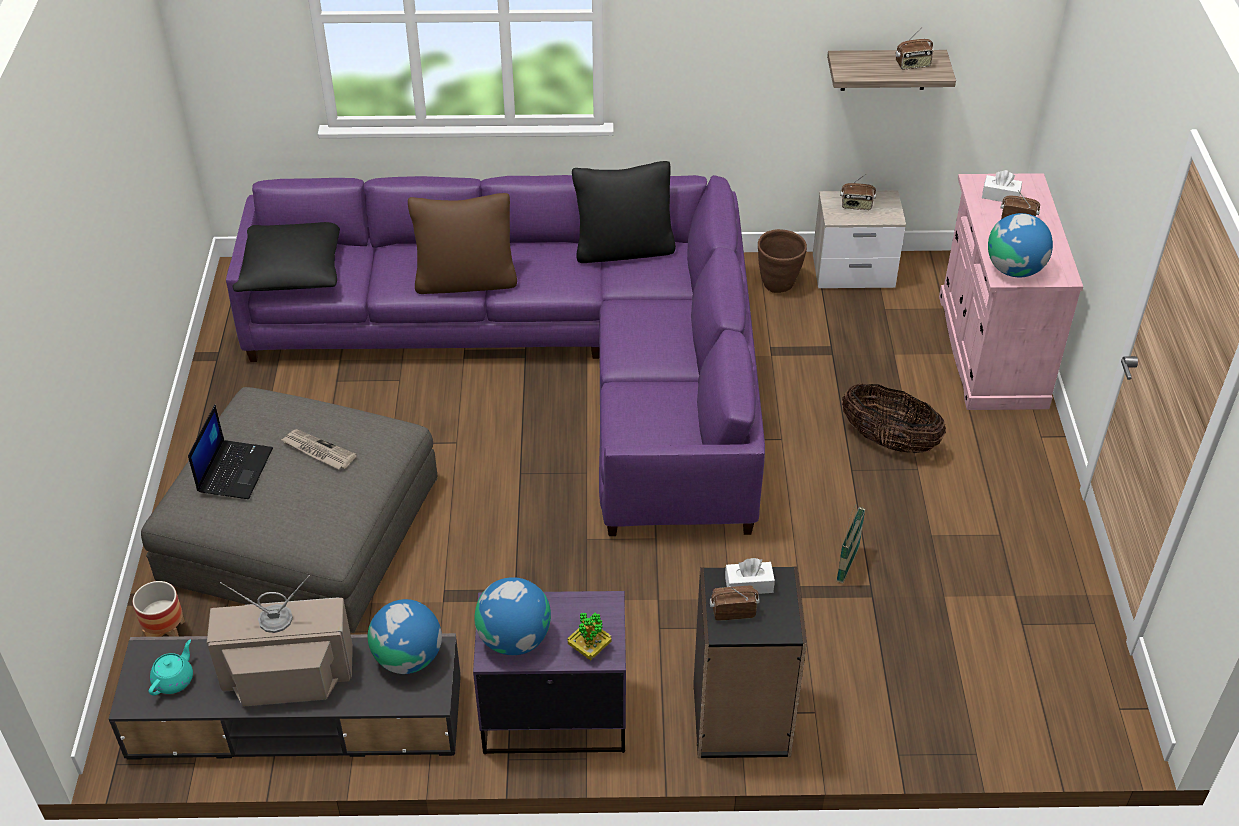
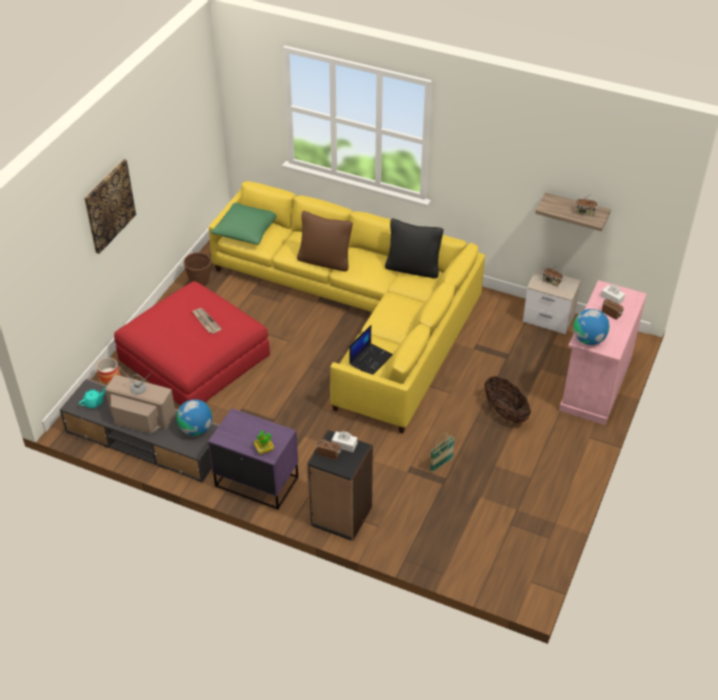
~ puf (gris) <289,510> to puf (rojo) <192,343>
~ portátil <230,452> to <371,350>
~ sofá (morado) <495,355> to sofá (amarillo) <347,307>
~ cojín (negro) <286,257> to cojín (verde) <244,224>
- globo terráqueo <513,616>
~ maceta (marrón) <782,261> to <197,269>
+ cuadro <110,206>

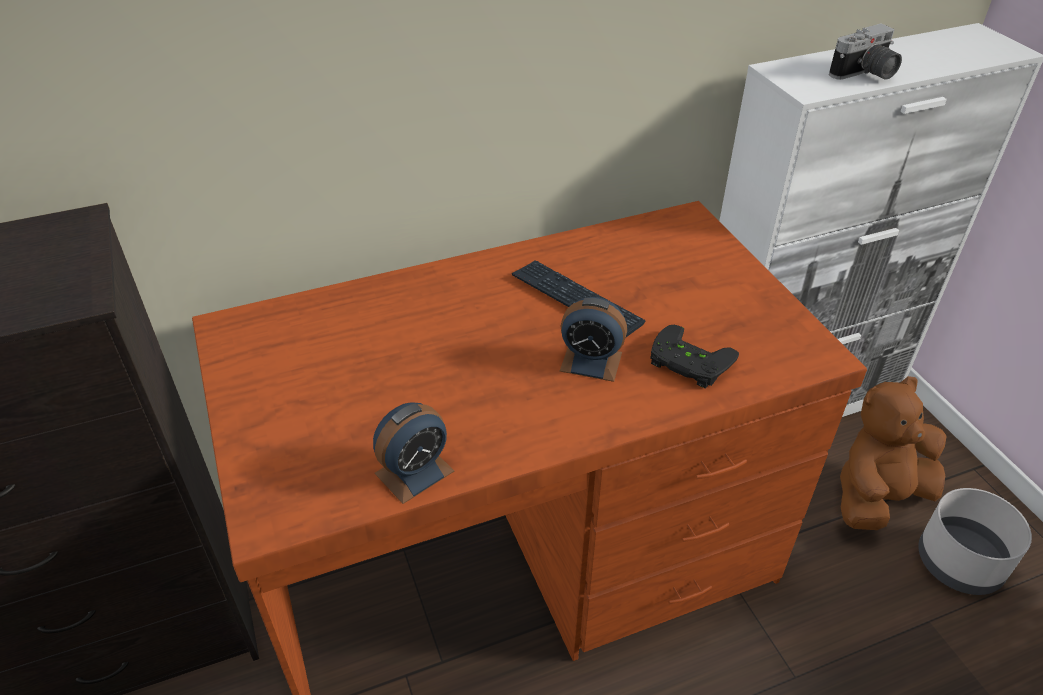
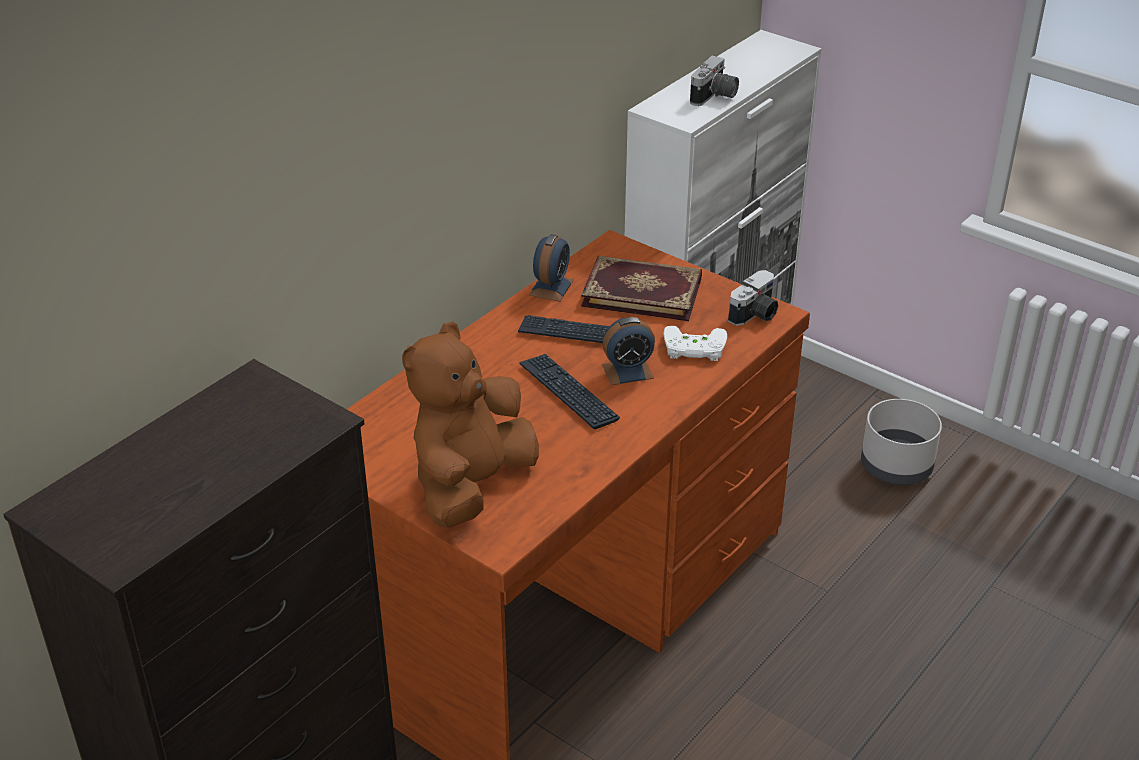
~ despertador <413,453> to <551,268>
~ mando de consola (negro) <694,357> to mando de consola (blanco) <695,343>
~ peluche (marrón) <893,453> to <470,425>
+ teclado <569,391>
+ libro <641,288>
+ cámara <753,298>

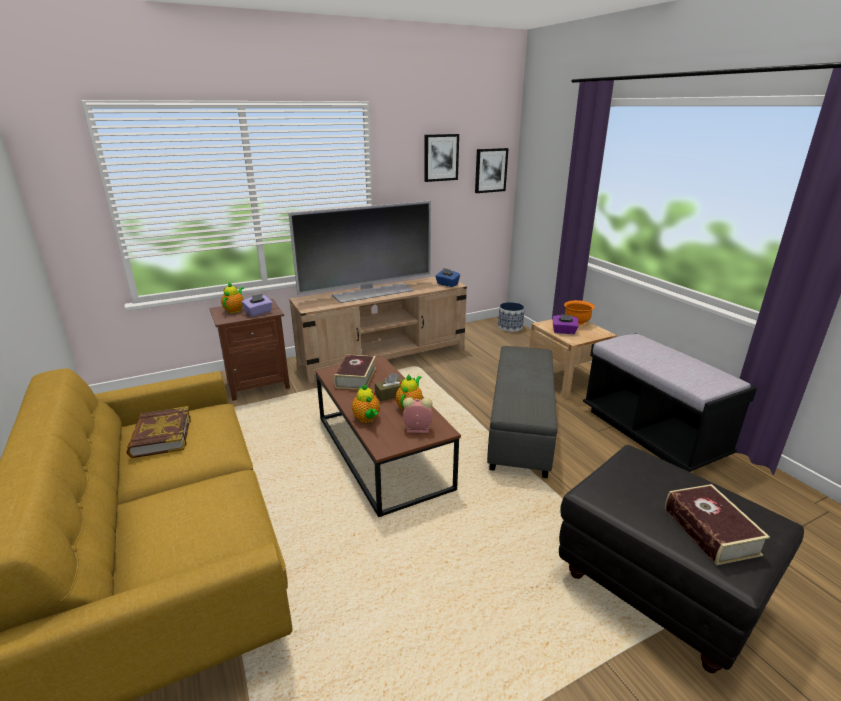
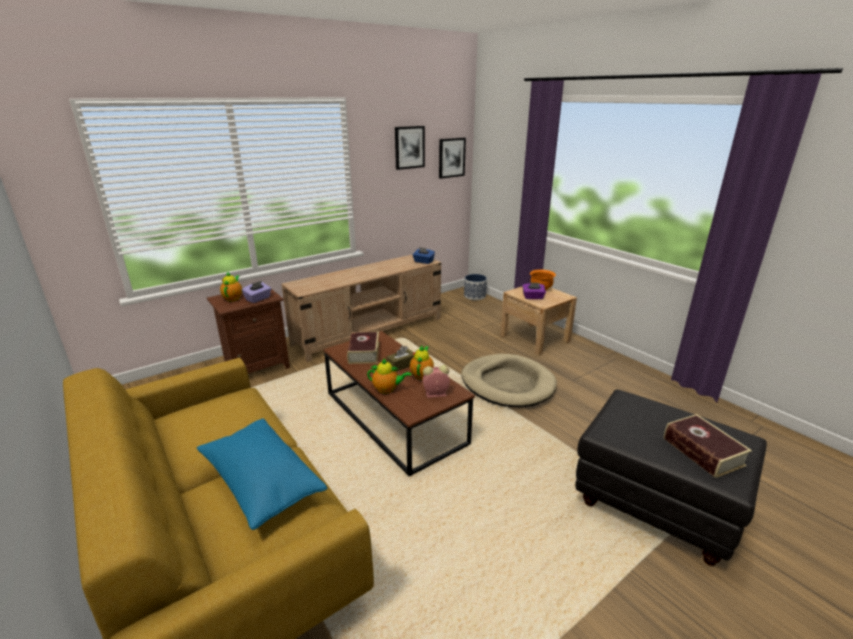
- libro <158,432>
- televisor <359,252>
~ tetera <366,403> = <389,376> 45 degrees counterclockwise
~ puf (gris) <522,412> to cama para perro (beis) <509,380>
- banco (negro) <670,402>
+ cojín (azul) <262,474>

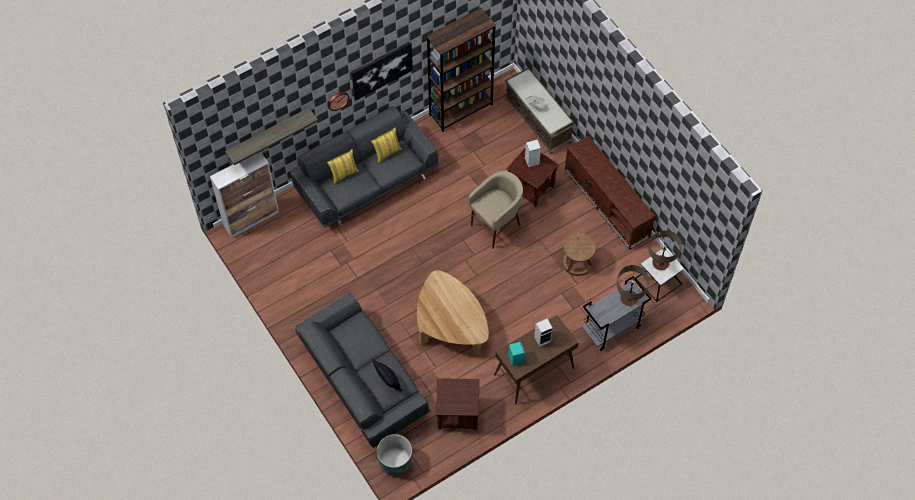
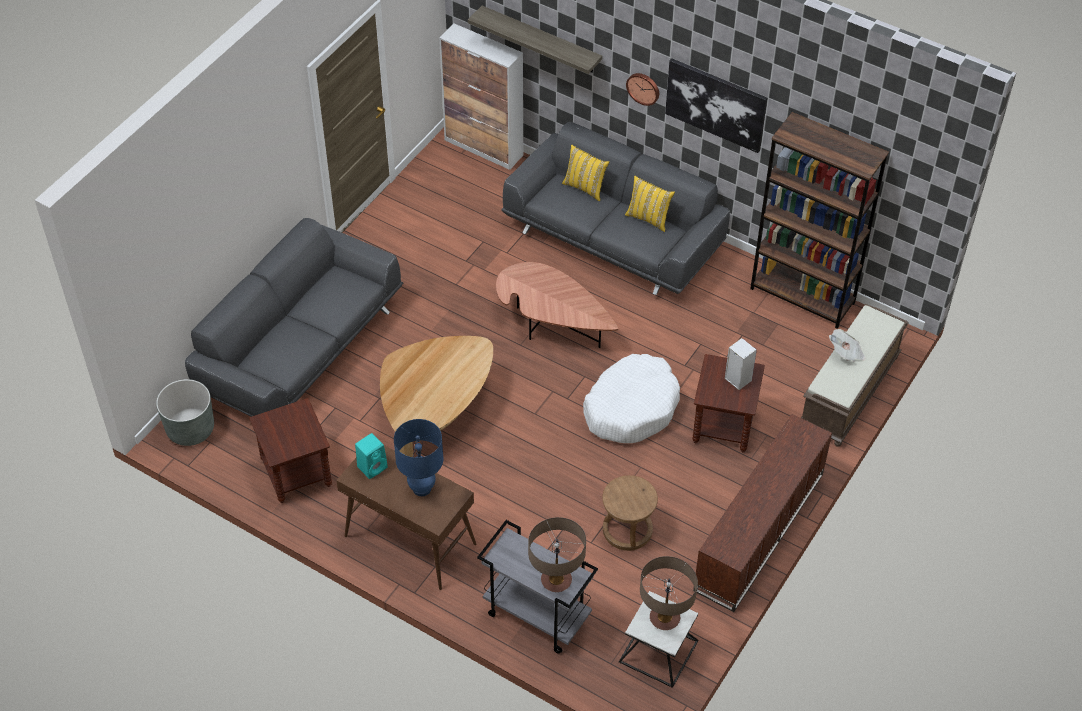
- cojín <387,375>
~ taburete (beis) <495,209> to cama para perro (blanco) <631,398>
~ altavoz <543,332> to lámpara de mesa (azul) <419,457>
+ mesa de centro (marrón) <557,305>

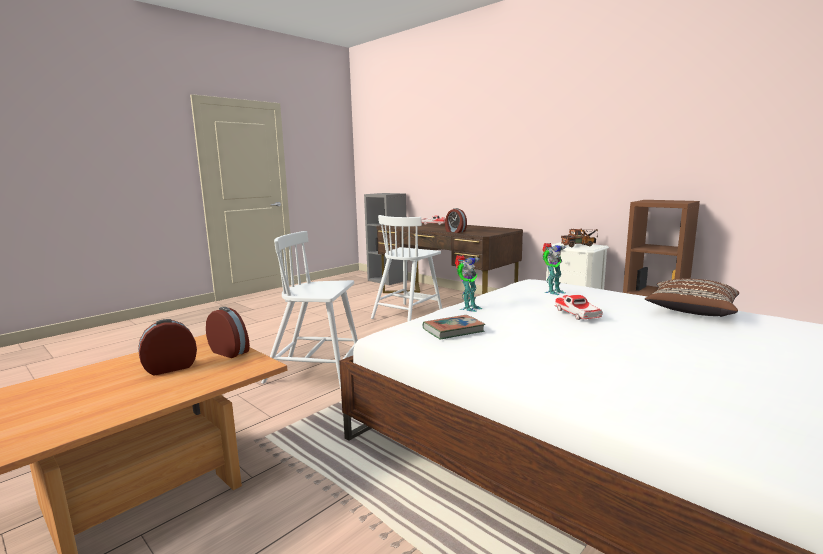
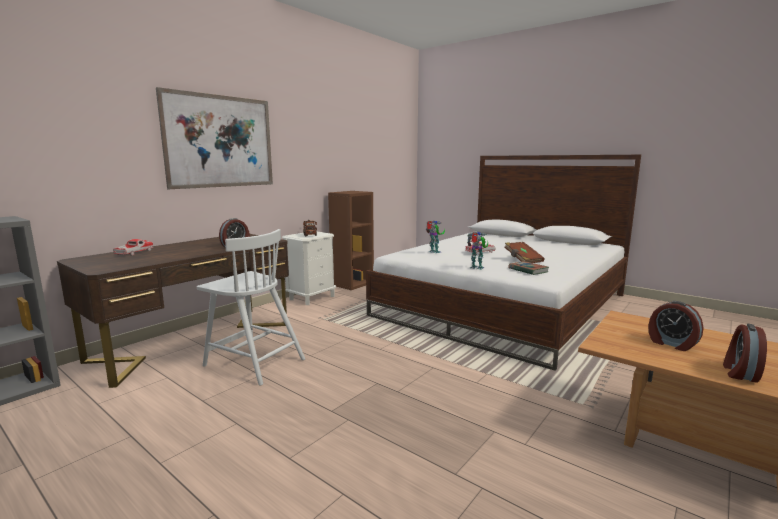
~ despertador <228,332> to <745,353>
- silla (blanco) <309,310>
- cojín (marrón) <692,298>
+ cuadro <214,138>
+ libro (marrón) <524,252>

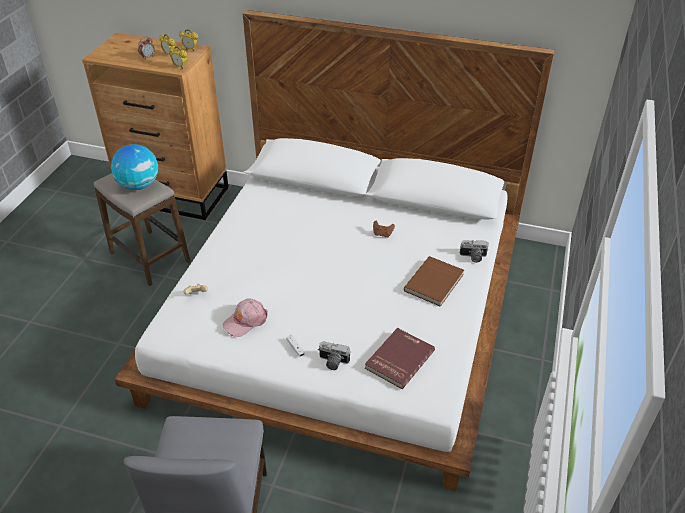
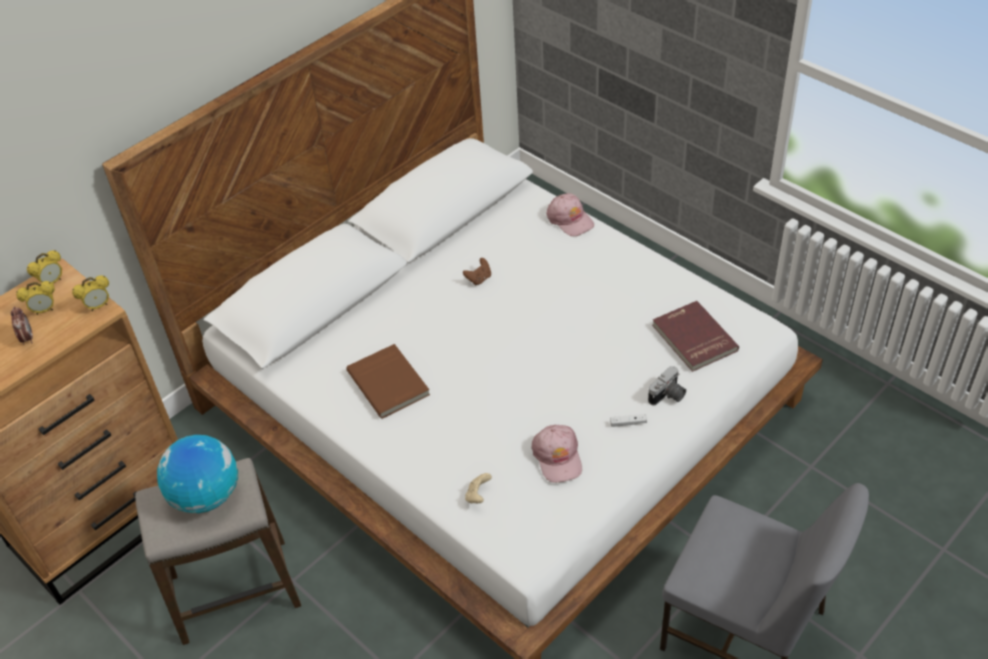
~ libro (marrón) <434,281> to <388,381>
~ cámara <474,251> to gorra (rosa) <570,215>

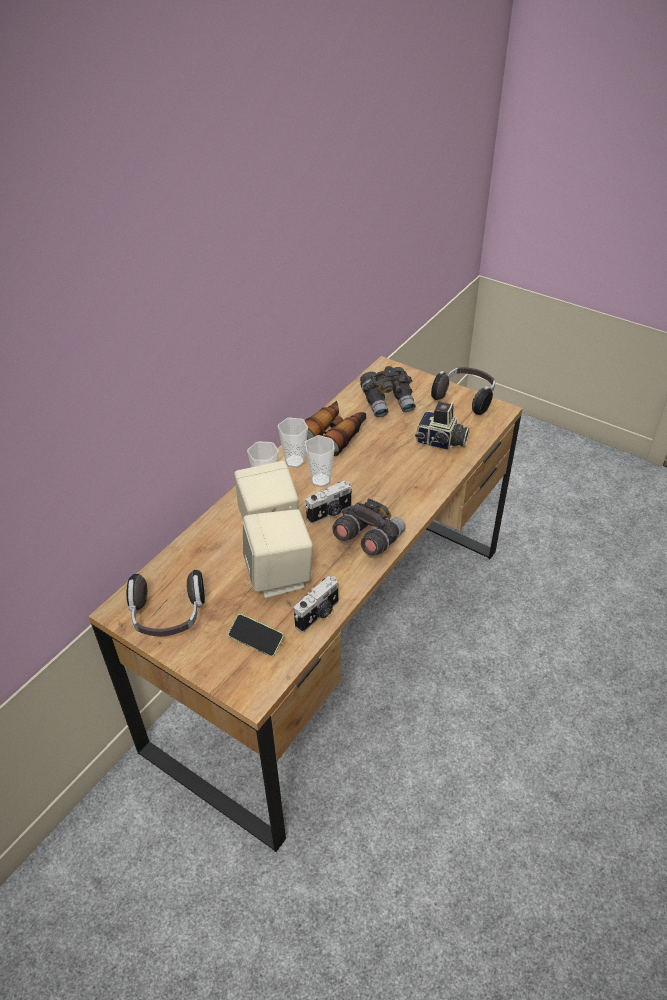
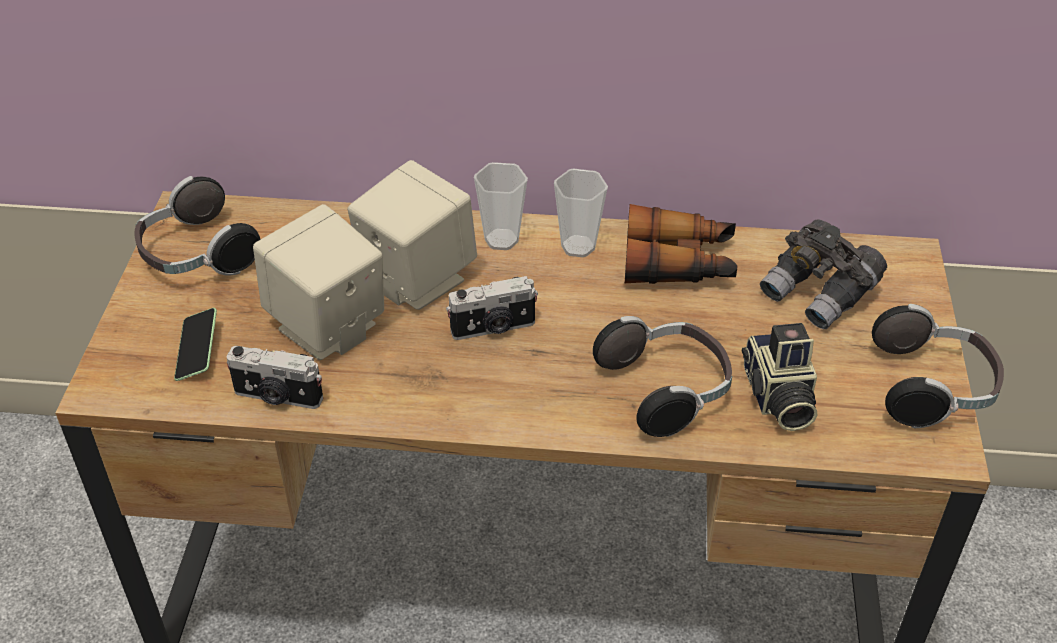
- taza <320,461>
~ cámara <328,502> = <492,308> 45 degrees counterclockwise
- prismáticos (gris) <369,527>
+ auriculares <662,376>

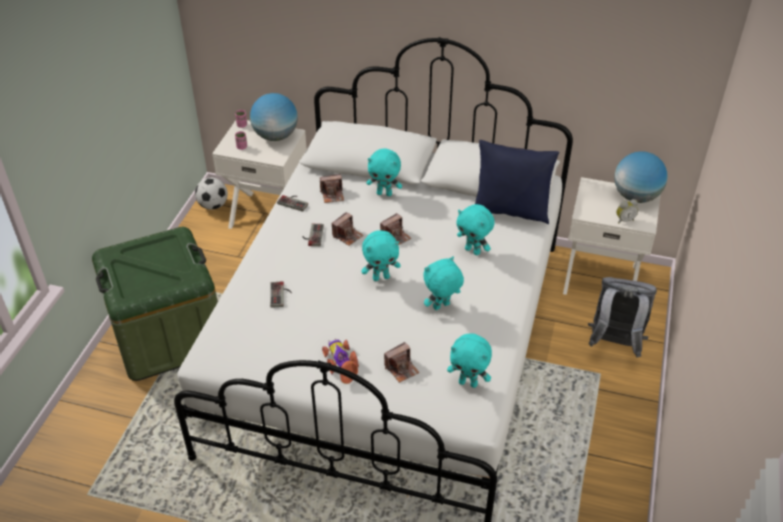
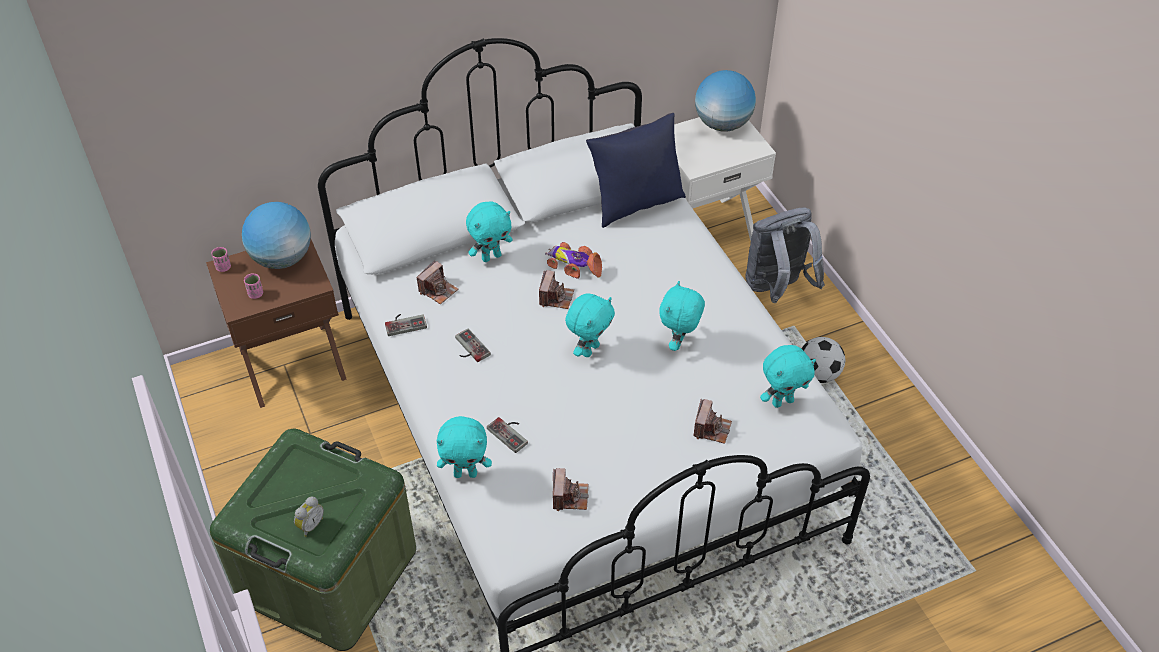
~ balón de fútbol <211,194> to <823,360>
~ mesita de noche (blanco) <259,174> to mesita de noche (marrón) <276,324>
~ coche de juguete <340,361> to <573,260>
~ cámara <348,229> to <571,489>
~ peluche (turquesa) <475,229> to <464,447>
~ despertador <627,211> to <309,517>

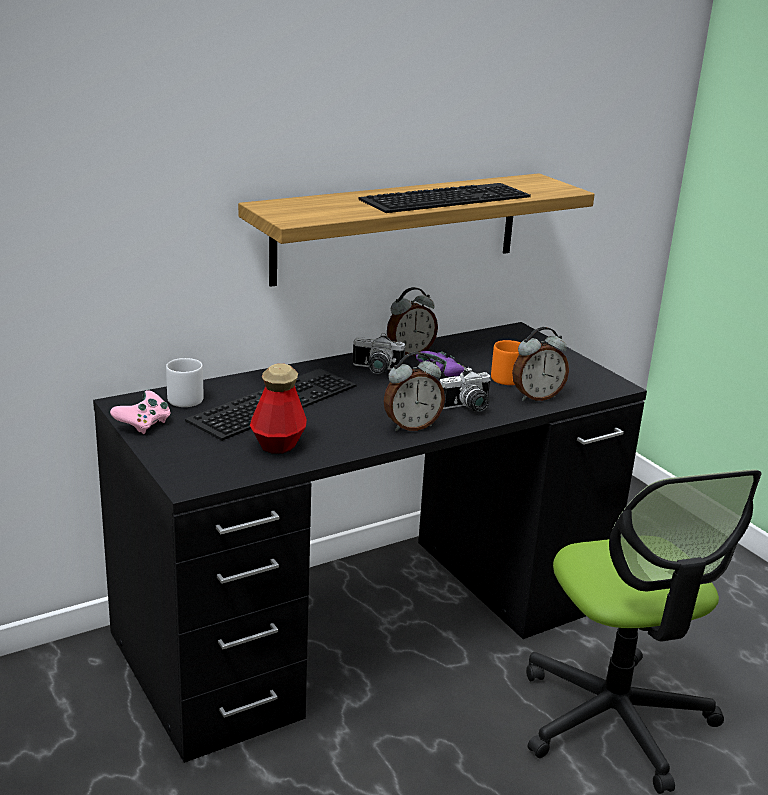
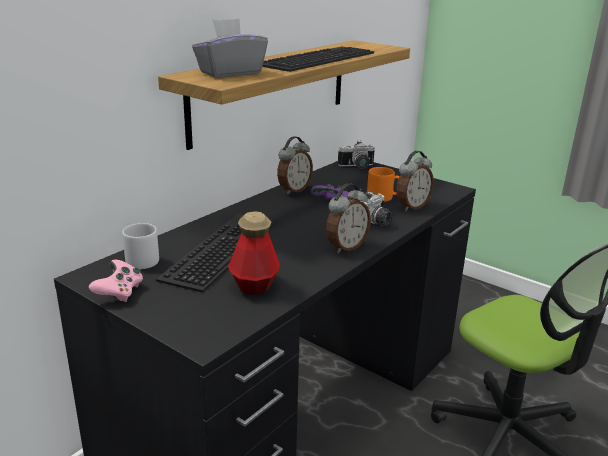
~ cámara <379,353> to <356,154>
+ caja de pañuelos (gris) <230,47>

